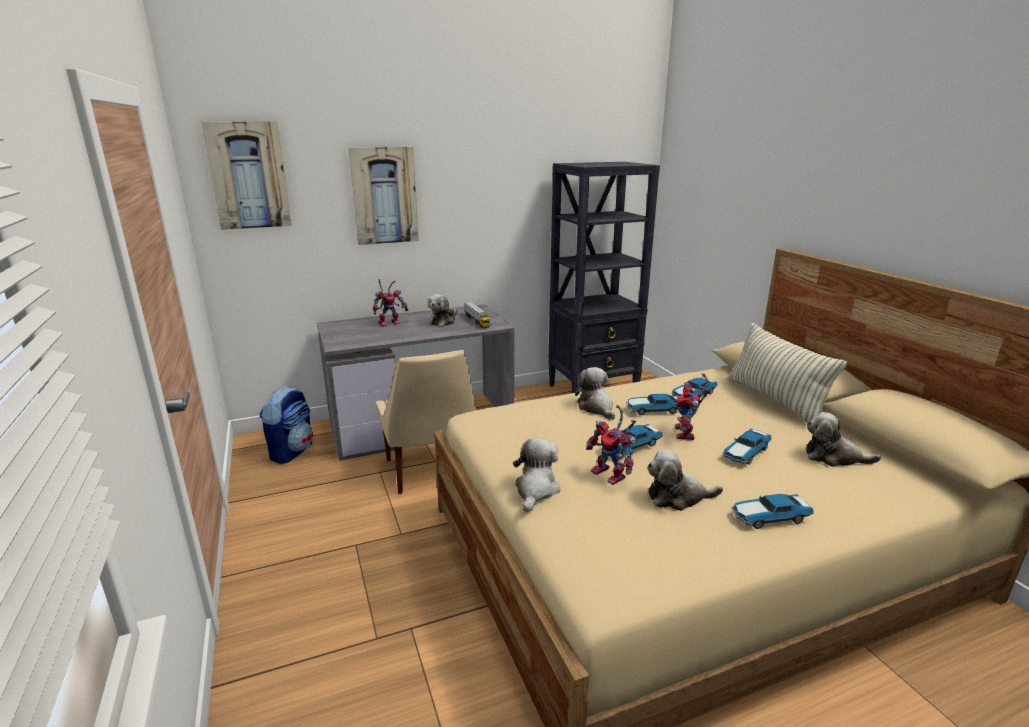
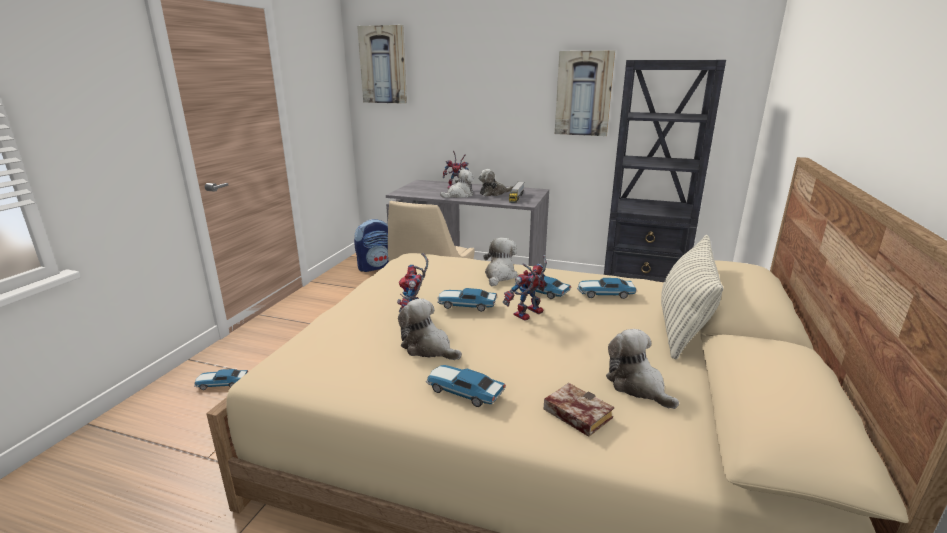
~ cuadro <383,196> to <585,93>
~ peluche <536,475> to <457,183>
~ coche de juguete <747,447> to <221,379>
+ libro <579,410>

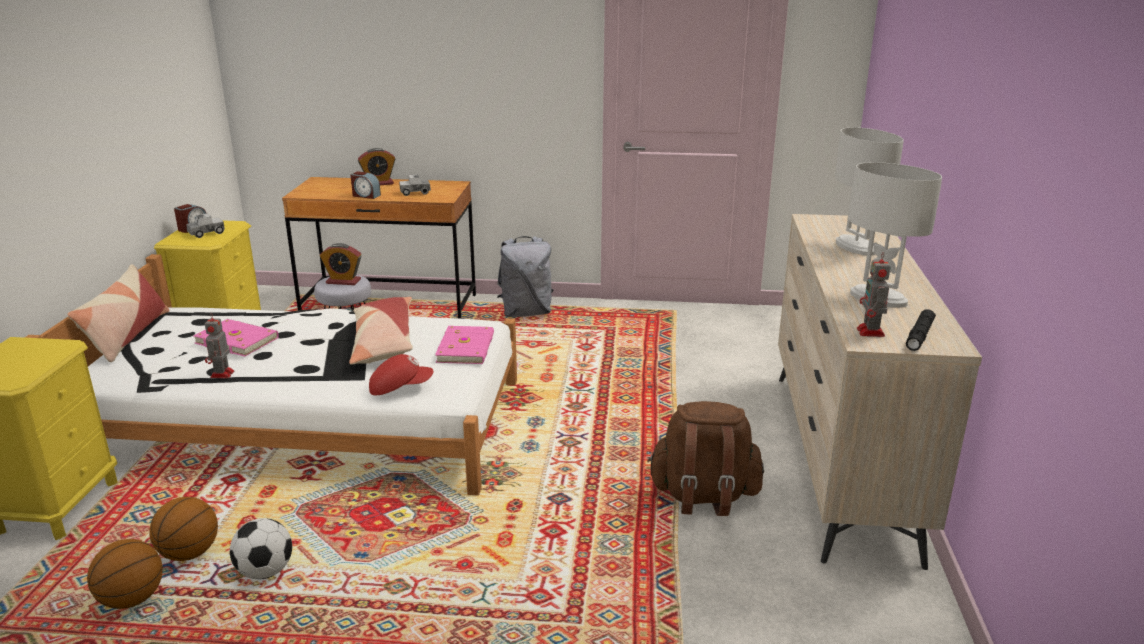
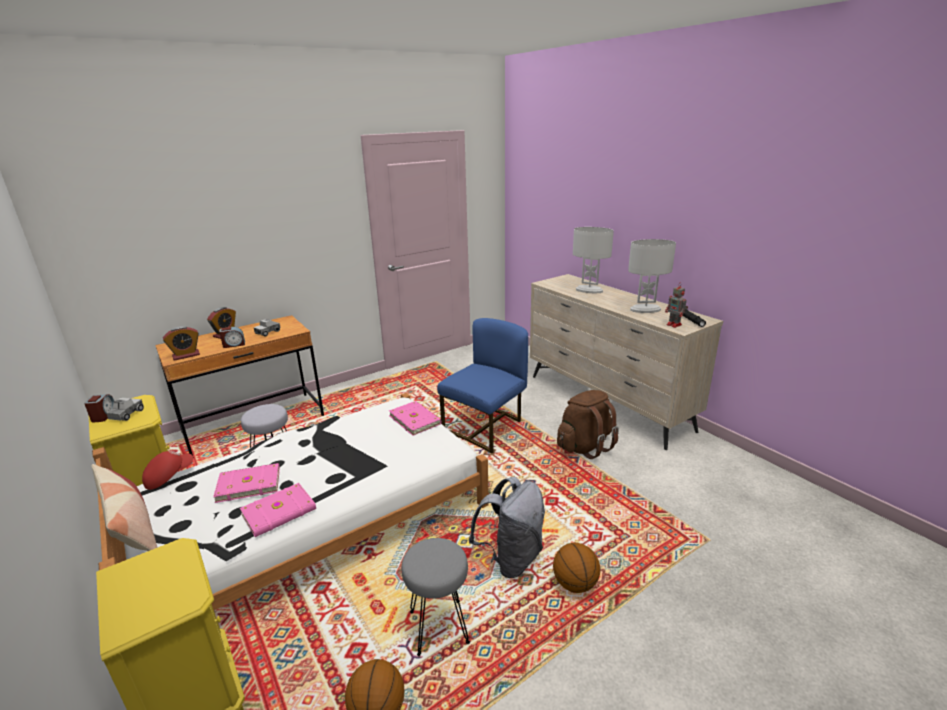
~ balón de baloncesto <183,529> to <576,568>
~ robot de juguete <219,346> to libro (rosa) <278,510>
~ balón de fútbol <261,548> to taburete (gris) <436,597>
~ despertador <340,264> to <181,343>
- cojín <381,330>
~ gorra (rojo) <401,374> to <167,470>
~ mochila (gris) <525,276> to <507,527>
+ silla (azul) <482,385>

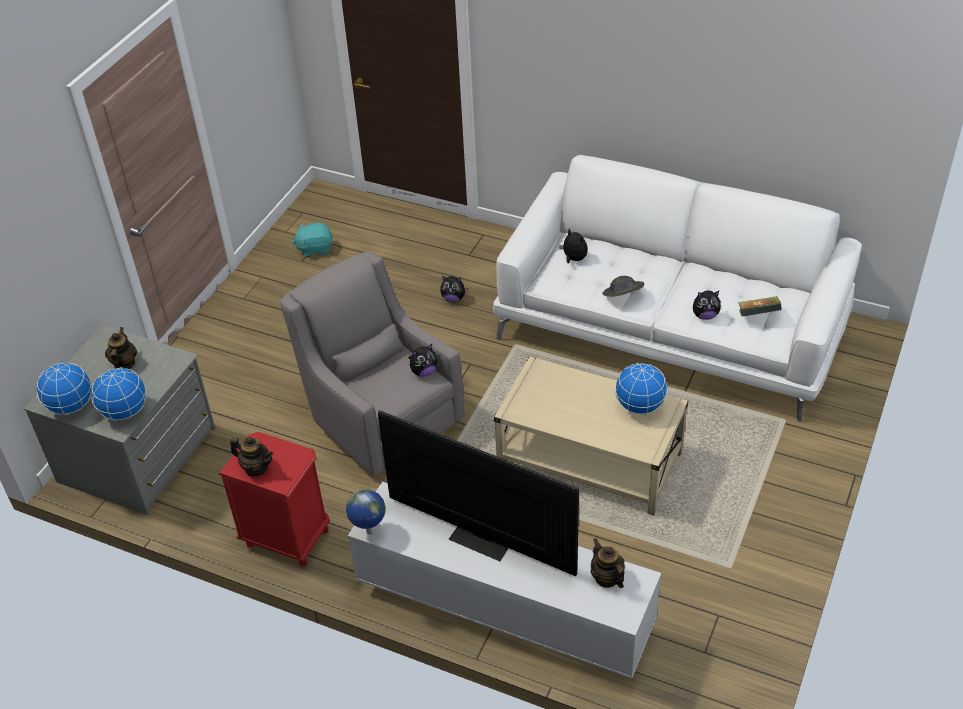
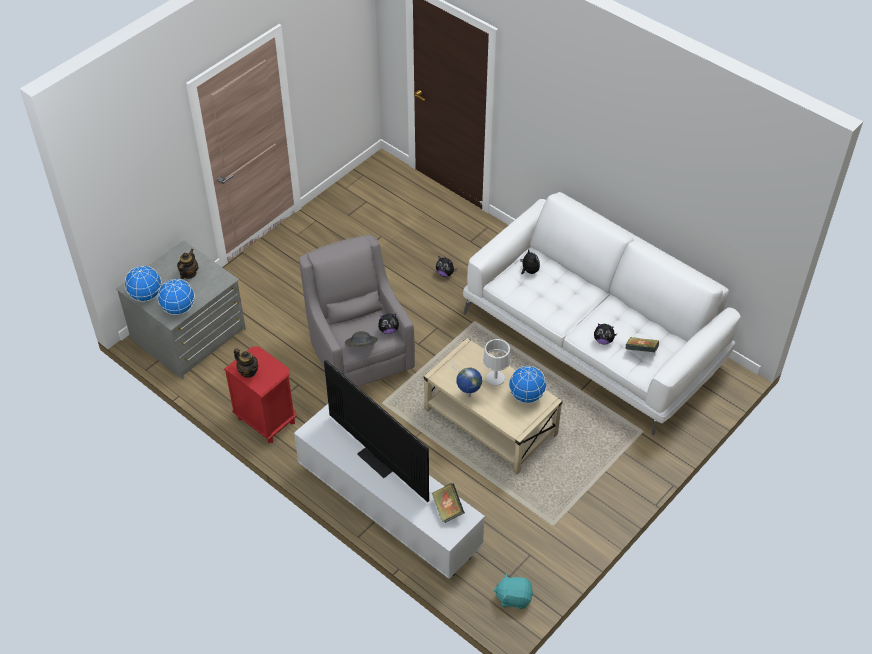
~ peluche (turquesa) <312,240> to <513,591>
~ globo terráqueo <365,512> to <469,382>
~ tetera <608,563> to libro <448,503>
~ sombrero (gris) <623,286> to <361,339>
+ lámpara de mesa (blanco) <481,362>

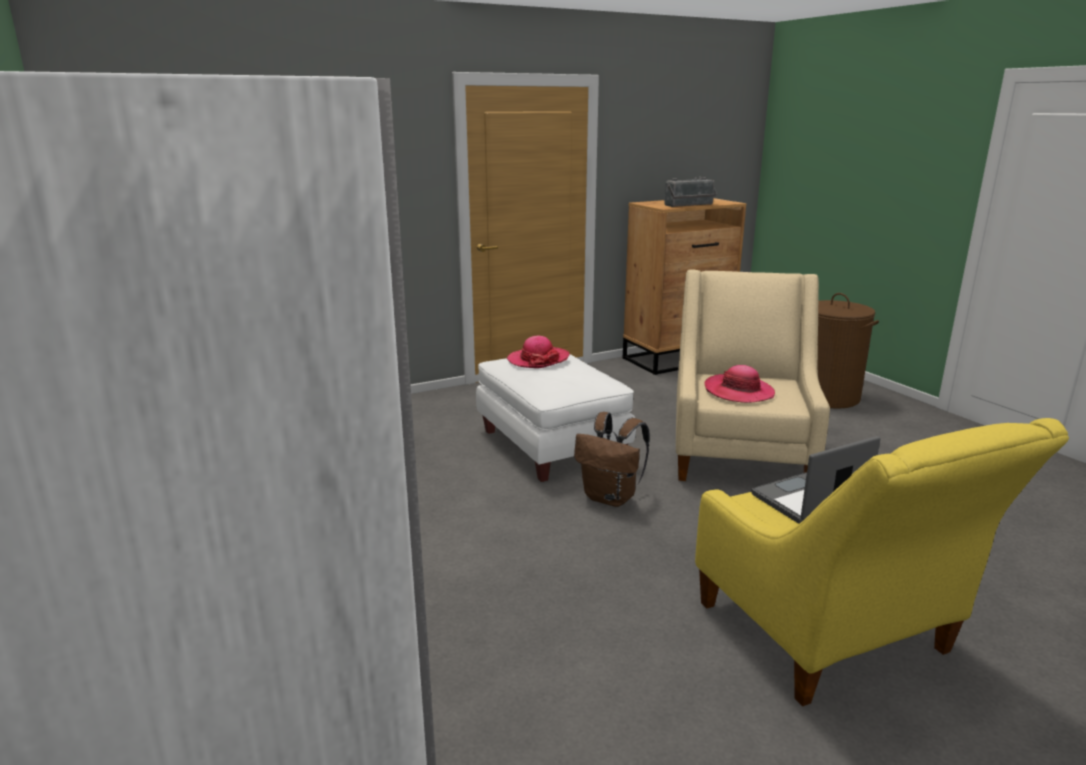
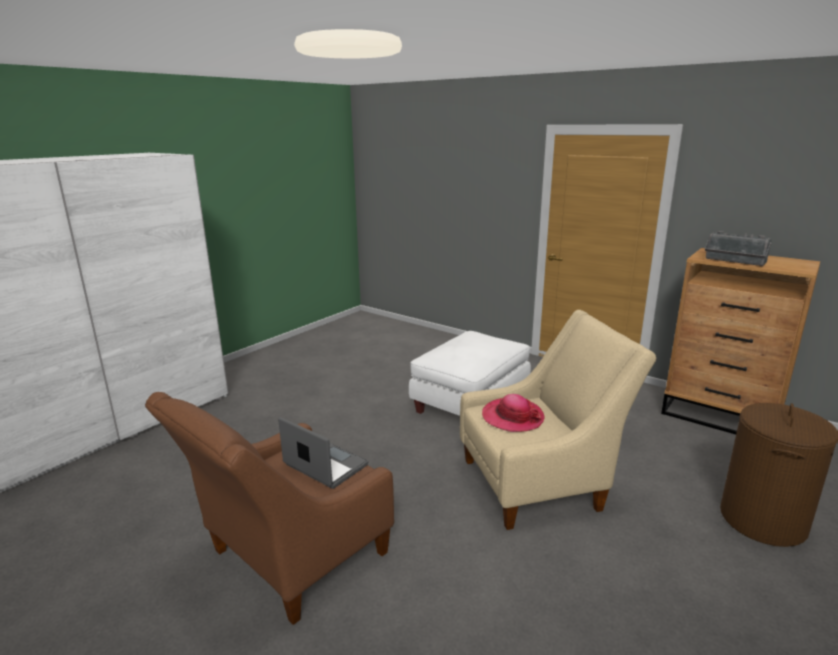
- sombrero <538,351>
- mochila (marrón) <612,459>
~ sillón (amarillo) <882,562> to sillón (marrón) <269,508>

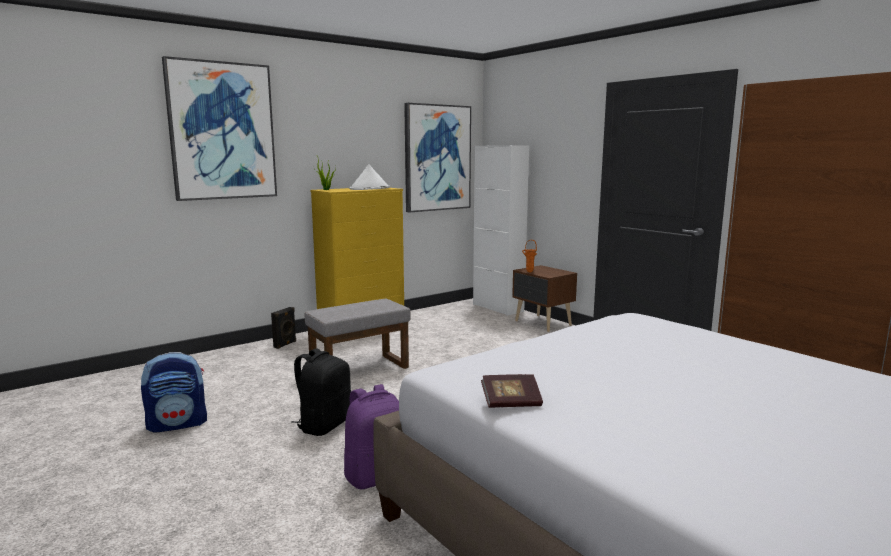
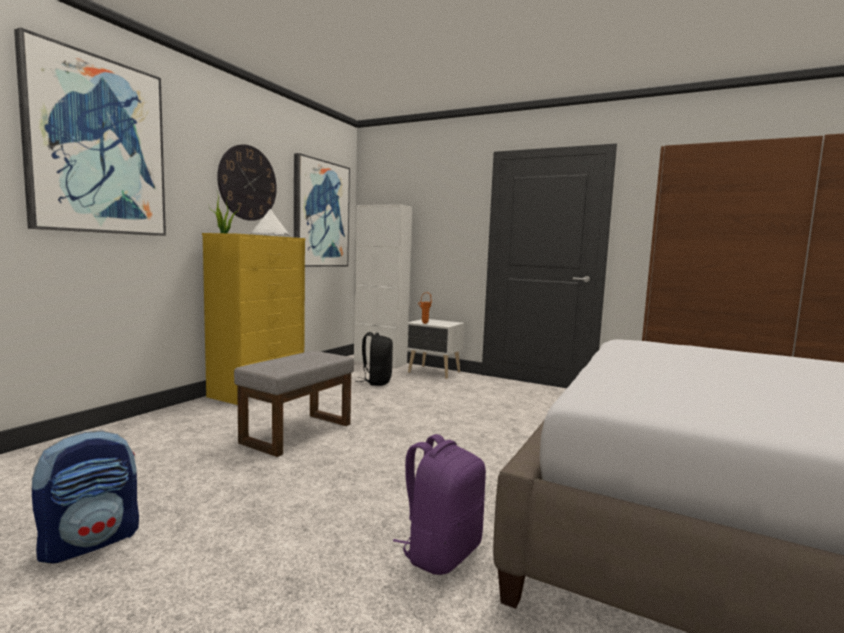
- altavoz (negro) <283,328>
~ mochila (negro) <321,392> to <374,359>
- libro <512,391>
~ mesita de noche (marrón) <544,298> to mesita de noche (blanco) <435,349>
+ reloj de pared <247,182>

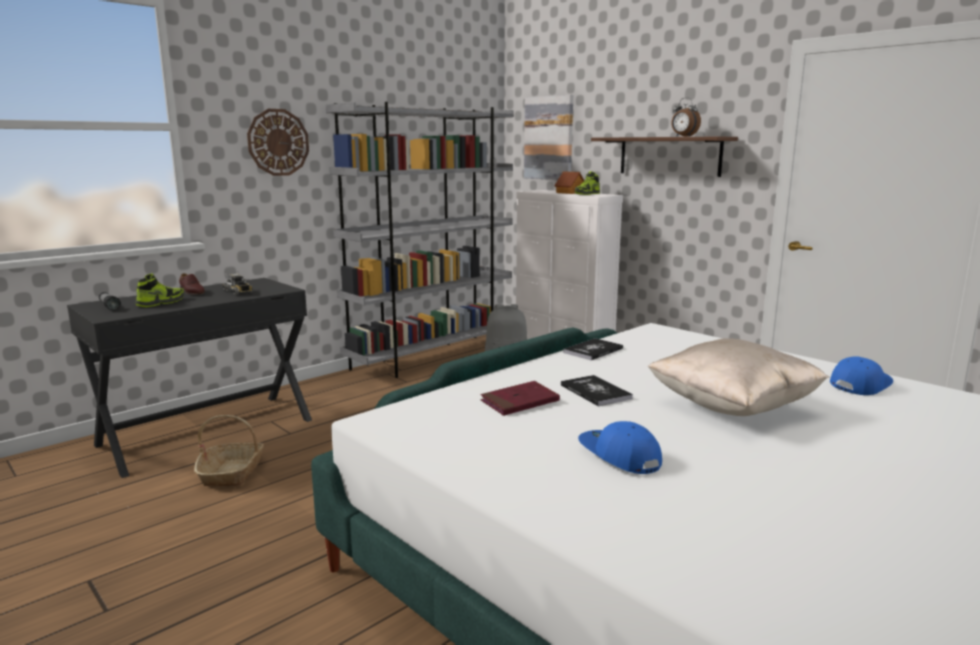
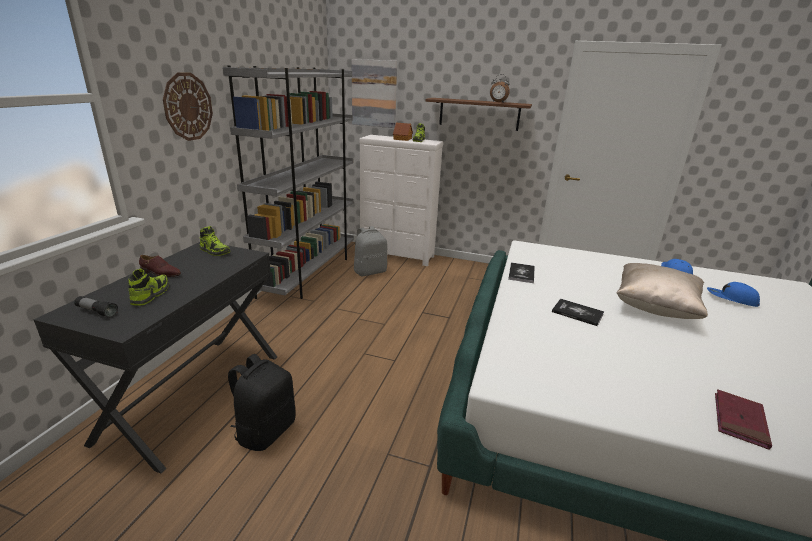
~ cesta <229,451> to mochila (negro) <262,402>
- camión de juguete <238,283>
~ libro (rojo) <520,398> to <743,419>
~ gorra (azul) <620,447> to <733,294>
+ zapato <215,241>

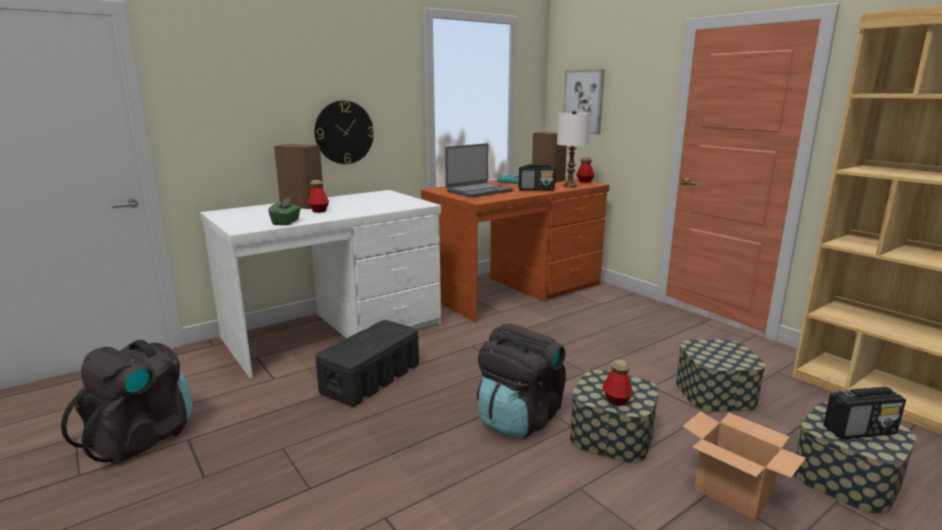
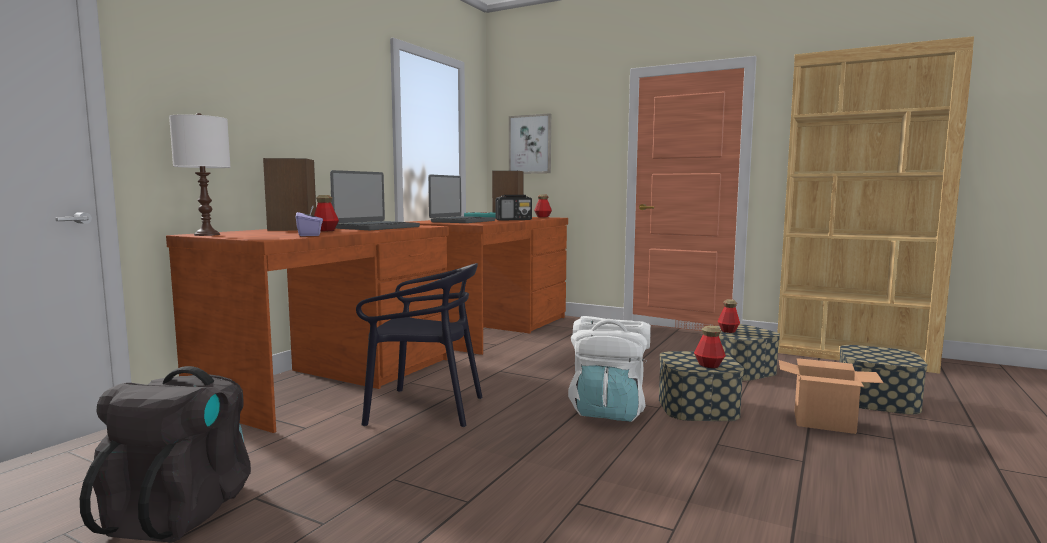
~ escritorio (blanco) <320,284> to escritorio (marrón) <307,329>
~ caja de pañuelos (verde) <284,211> to caja de pañuelos (morado) <309,221>
- reloj de pared <344,132>
~ caja de almacenaje (negro) <367,363> to silla (negro) <419,345>
~ mochila (negro) <521,380> to mochila (blanco) <609,369>
~ lámpara de mesa (blanco) <573,149> to <200,174>
- radio <864,413>
+ portátil <375,200>
+ botella <729,316>

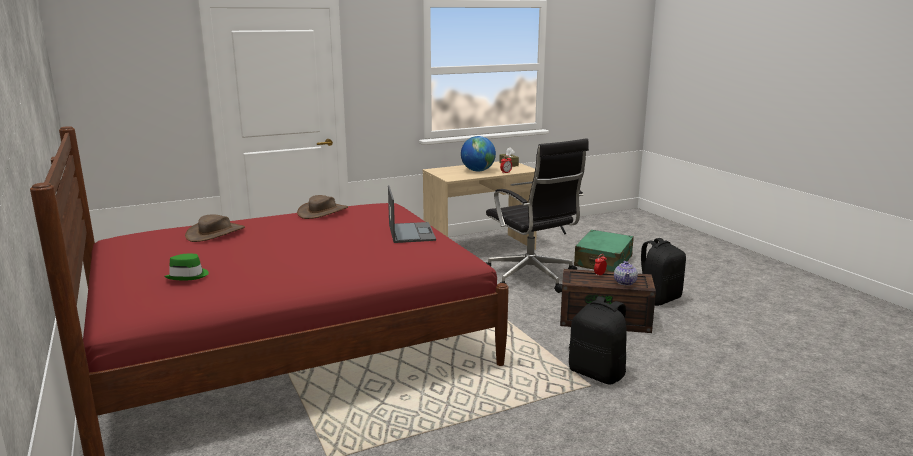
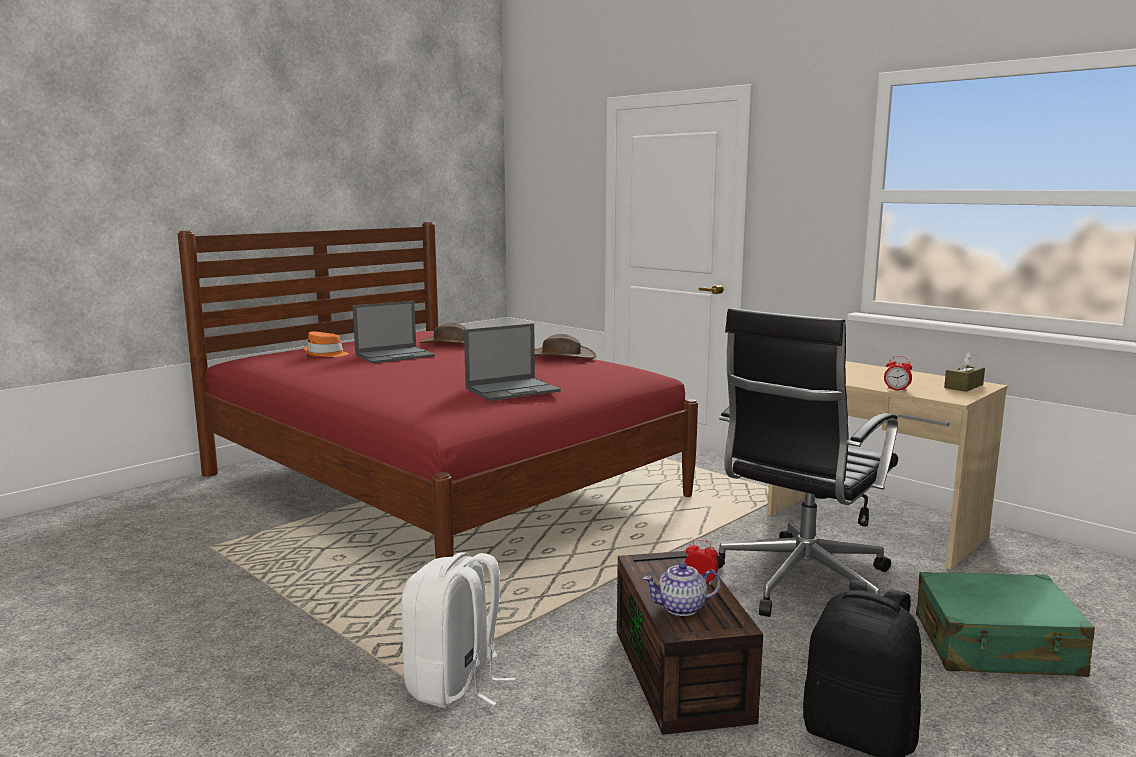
~ sombrero (verde) <187,267> to sombrero (naranja) <326,344>
- globo terráqueo <478,154>
~ mochila (negro) <598,340> to mochila (blanco) <458,630>
+ portátil <394,332>

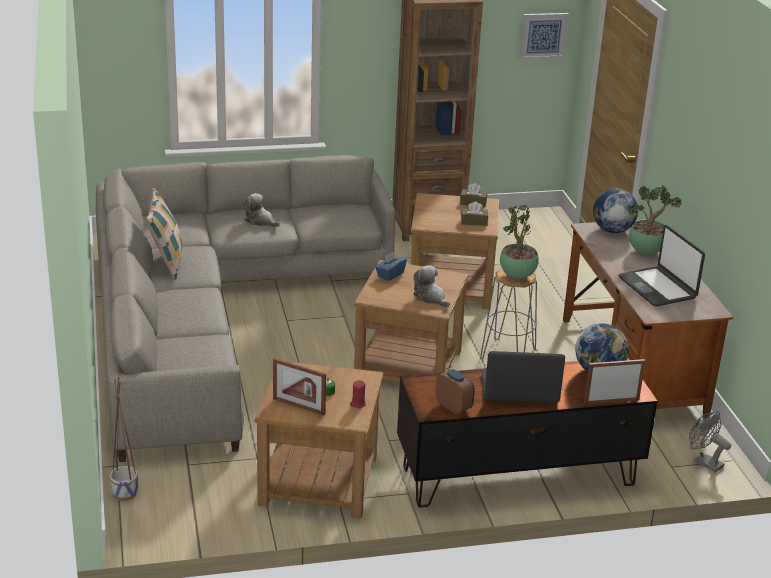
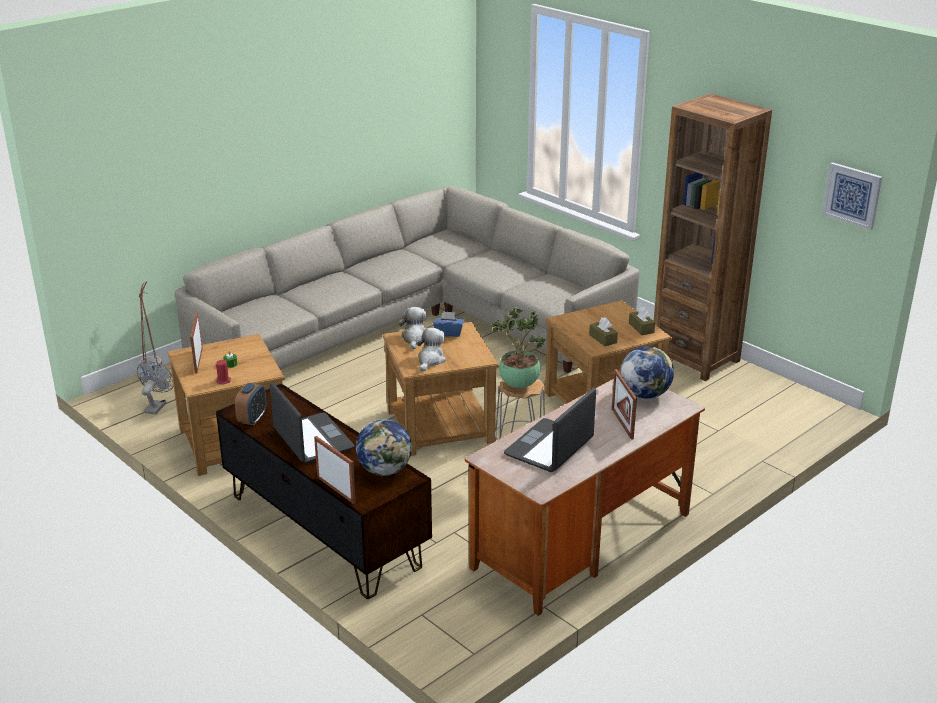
- cojín <164,233>
~ peluche <262,210> to <413,328>
~ planta en maceta <654,220> to portarretratos <624,404>
~ ventilador (gris) <710,442> to <155,388>

